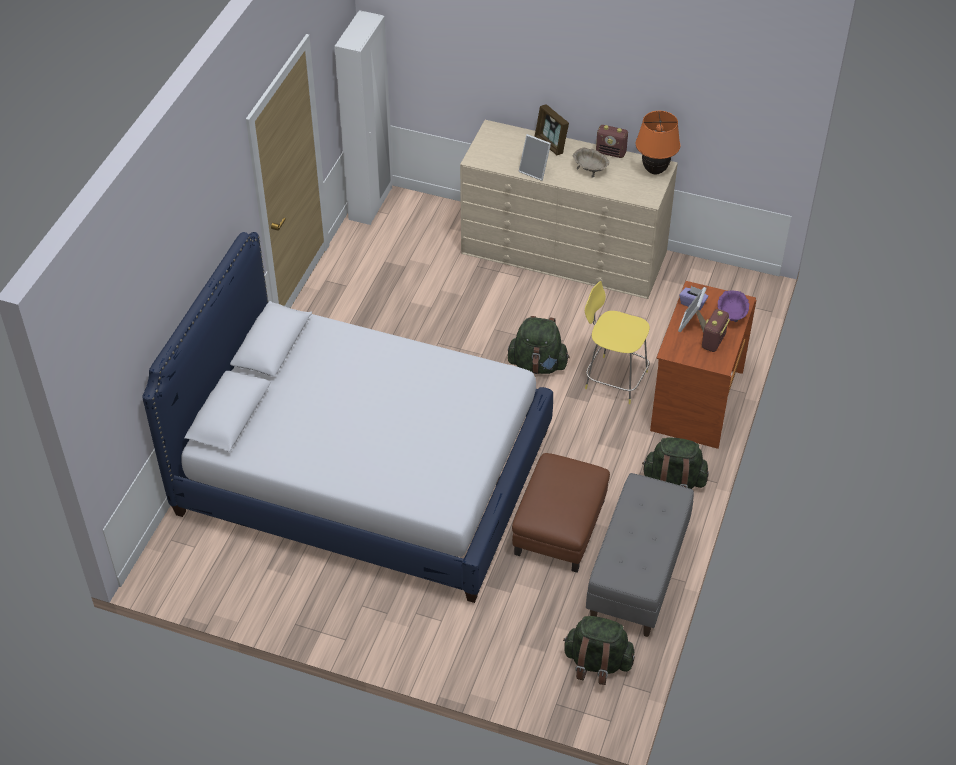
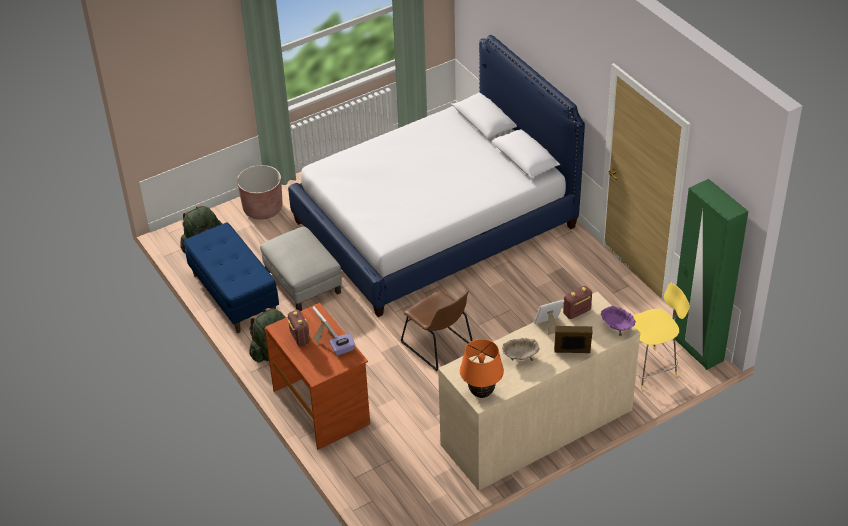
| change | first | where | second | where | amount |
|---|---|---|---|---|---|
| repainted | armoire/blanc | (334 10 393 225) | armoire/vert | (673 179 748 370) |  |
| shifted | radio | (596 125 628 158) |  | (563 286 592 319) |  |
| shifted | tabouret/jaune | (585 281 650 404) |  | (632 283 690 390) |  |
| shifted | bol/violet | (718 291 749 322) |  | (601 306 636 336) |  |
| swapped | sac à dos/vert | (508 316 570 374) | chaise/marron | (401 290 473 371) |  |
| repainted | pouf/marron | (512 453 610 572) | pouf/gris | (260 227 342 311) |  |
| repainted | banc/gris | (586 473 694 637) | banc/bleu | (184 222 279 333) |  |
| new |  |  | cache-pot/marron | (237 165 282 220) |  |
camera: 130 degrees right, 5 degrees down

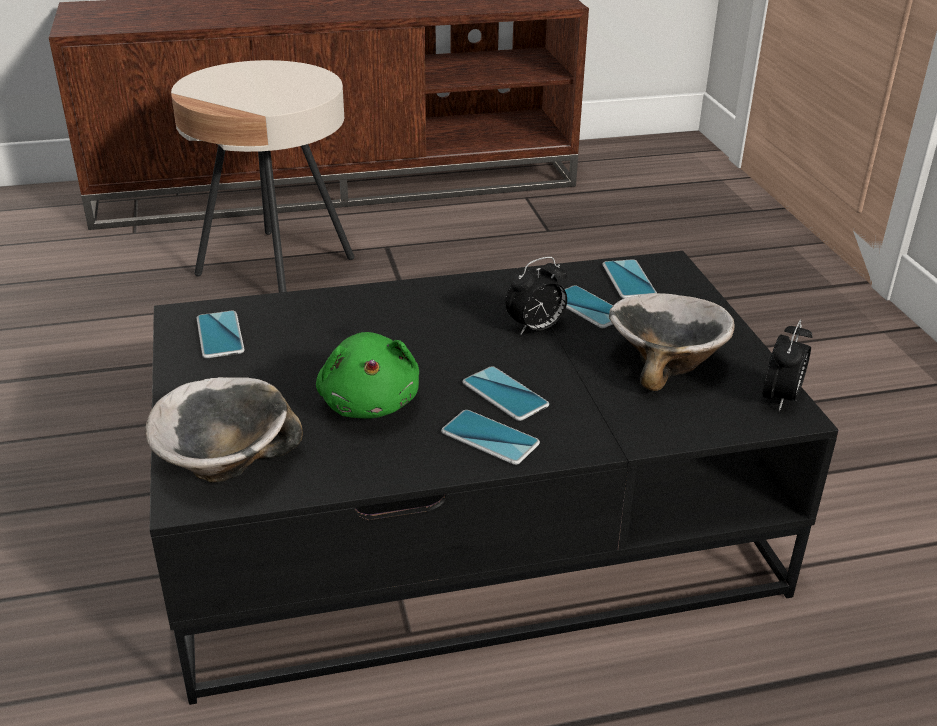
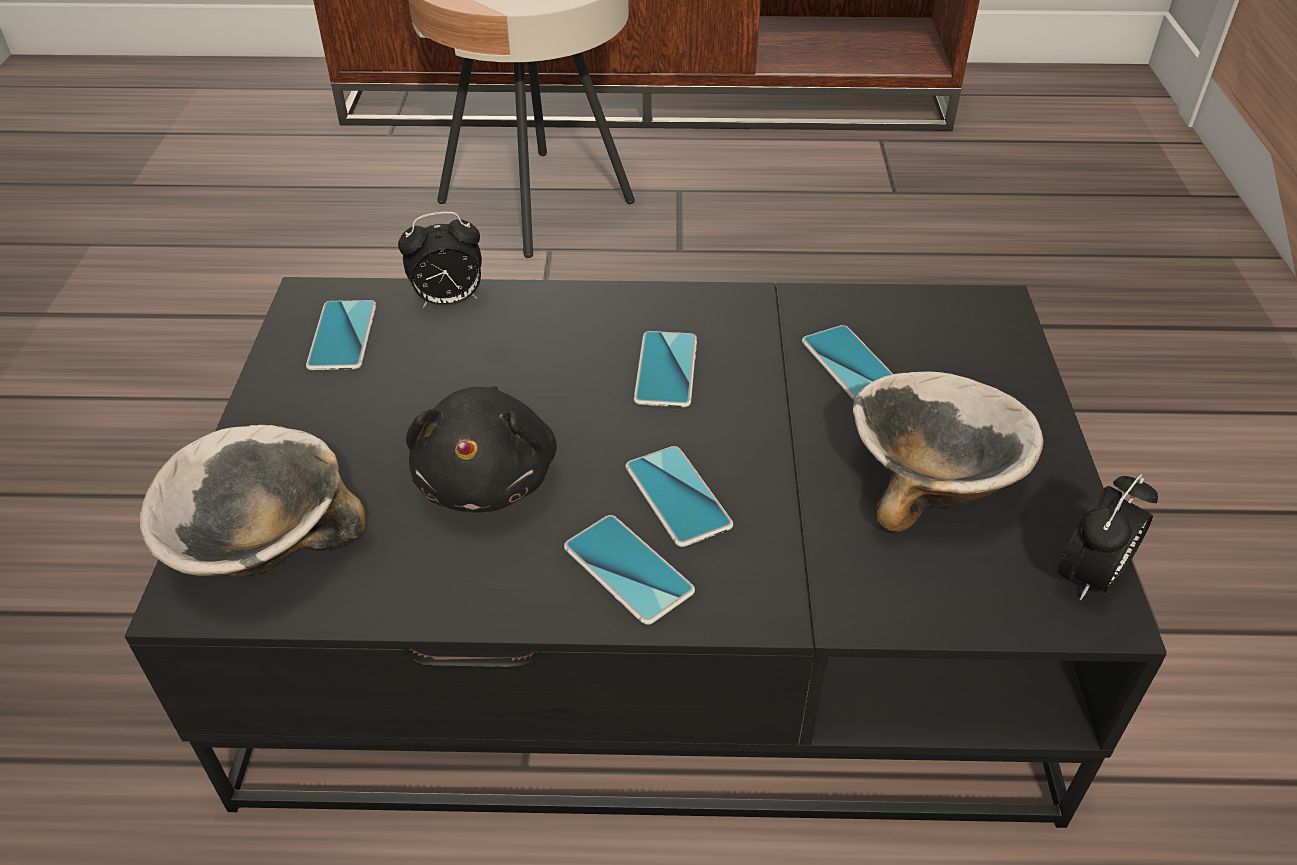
| change | first | where | second | where | amount |
|---|---|---|---|---|---|
| shifted | réveil | (505 257 567 335) |  | (398 212 482 308) |  |
| shifted | téléphone | (603 259 657 299) |  | (634 331 697 408) |  |
| repainted | peluche/vert | (316 332 419 418) | peluche/noir | (406 386 557 513) |  |
camera: 15 degrees right, 10 degrees up

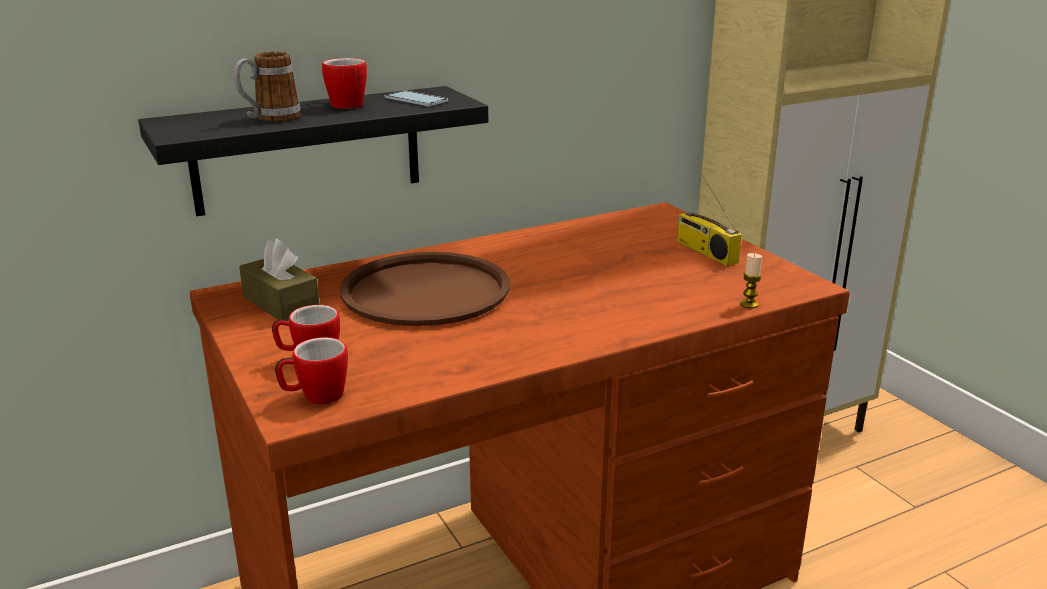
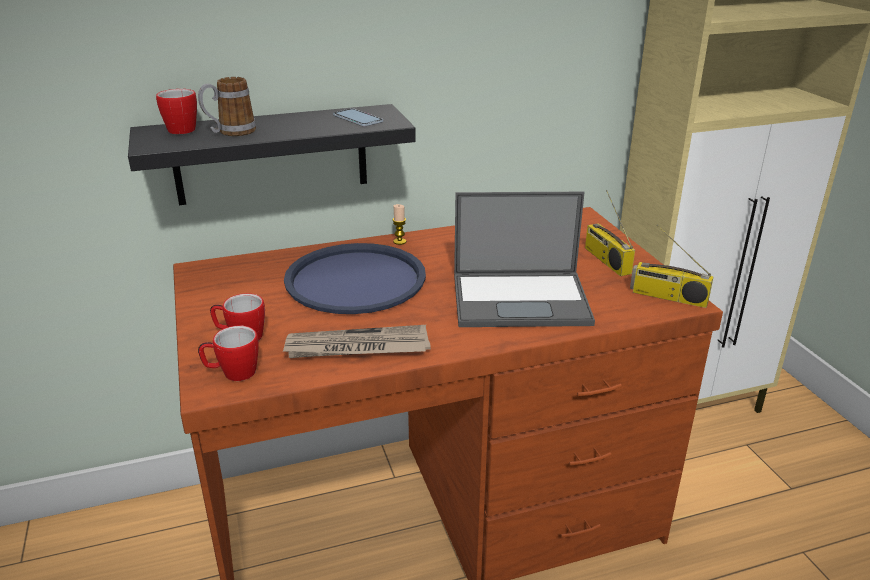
| change | first | where | second | where | amount |
|---|---|---|---|---|---|
| shifted | mug | (322 58 367 109) |  | (156 89 197 134) |  |
| gone | boîte à mouchoirs/marron | (239 239 320 320) |  |  |  |
| repainted | plateau/marron | (339 252 510 326) | plateau/bleu | (284 243 426 314) |  |
| shifted | bougie | (740 253 762 308) |  | (393 204 406 245) |  |
| new |  |  | ordinateur portable | (454 192 595 327) |  |
| new |  |  | radio | (630 225 714 308) |  |
| new |  |  | journal | (282 325 431 358) |  |
camera: 10 degrees right, 5 degrees up

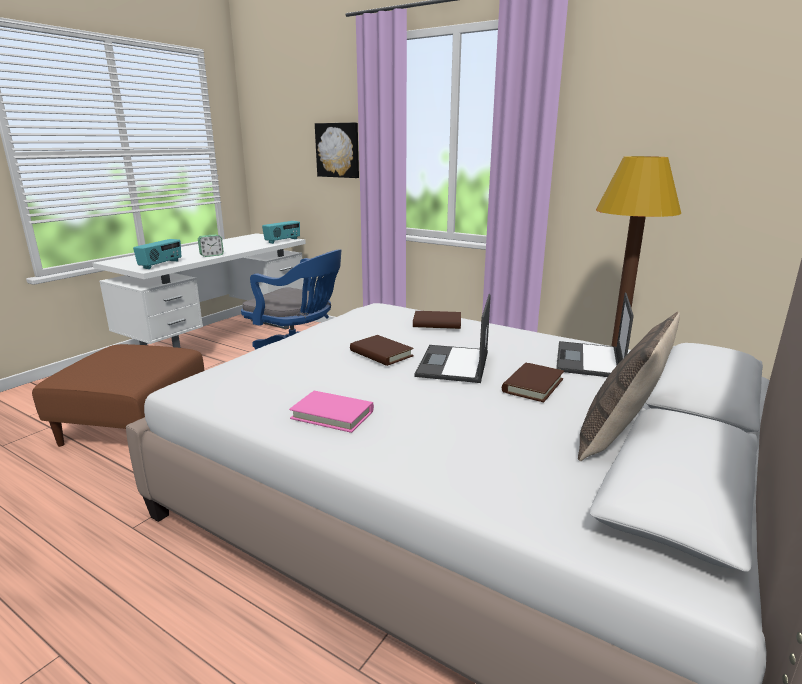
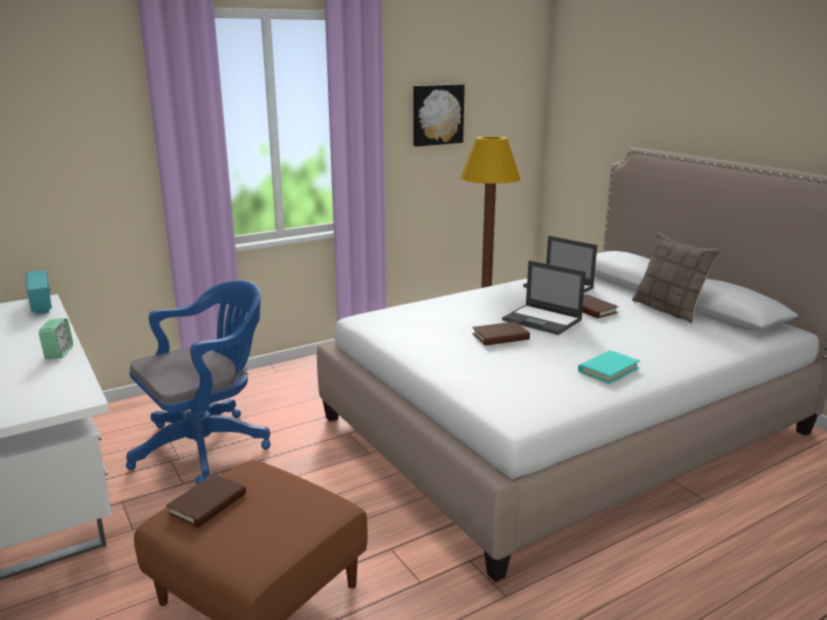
| change | first | where | second | where | amount |
|---|---|---|---|---|---|
| shifted | tableau | (315 123 359 178) |  | (414 84 465 147) |  |
| gone | radio | (133 239 181 269) |  |  |  |
| shifted | livre/marron | (413 311 461 329) |  | (166 473 246 528) |  |
| repainted | livre/rose | (289 391 374 433) | livre/turquoise | (578 350 640 384) |  |
camera: 65 degrees left, 0 degrees up

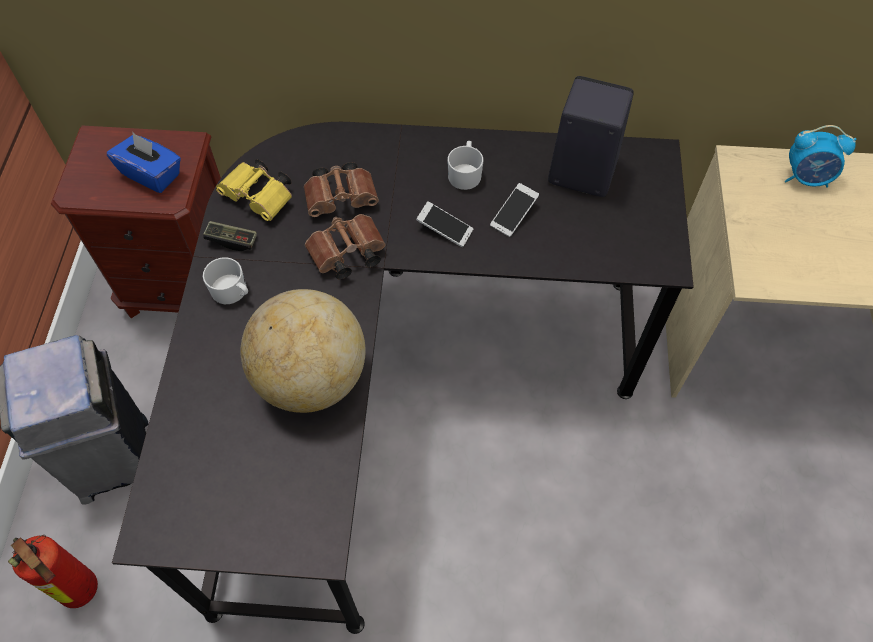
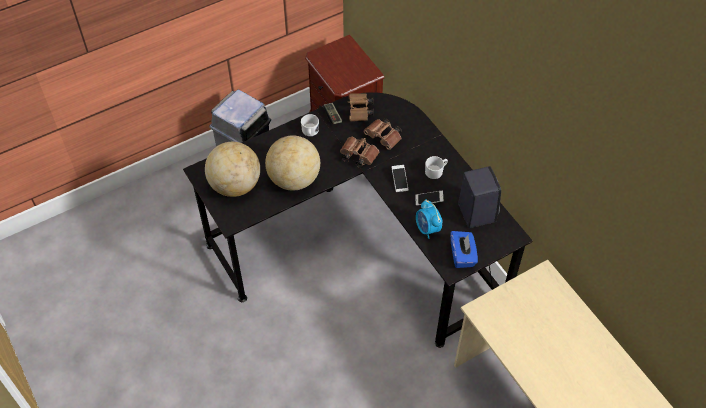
| change | first | where | second | where | amount |
|---|---|---|---|---|---|
| shifted | réveil | (785 125 857 188) |  | (416 199 442 239) |  |
| shifted | boîte à mouchoirs/bleu | (107 132 181 193) |  | (450 231 478 268) |  |
| repainted | jumelles/jaune | (216 159 292 221) | jumelles/marron | (348 94 374 121) |  |
| gone | extincteur | (8 535 98 608) |  |  |  |
| new |  |  | globe | (205 142 260 197) |  |
camera: 55 degrees right, 5 degrees down

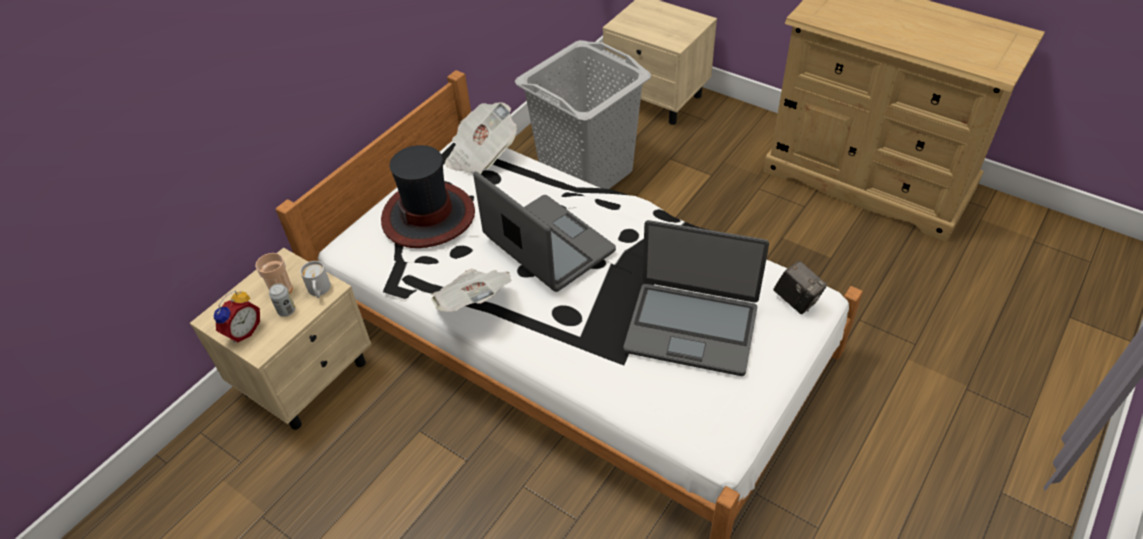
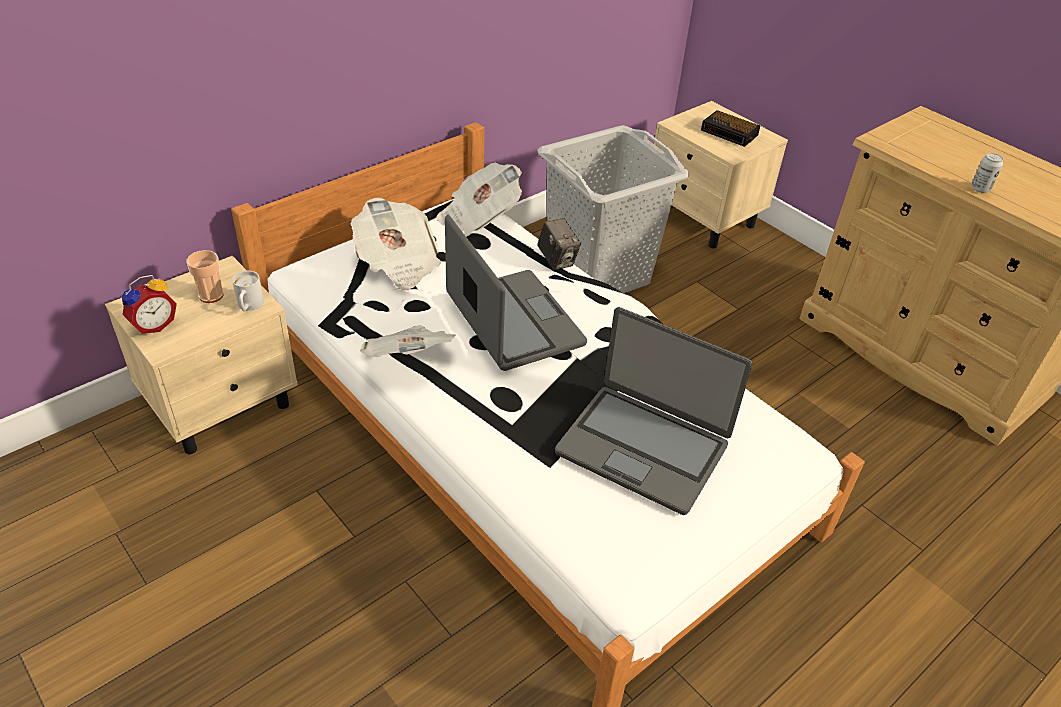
| change | first | where | second | where | amount |
|---|---|---|---|---|---|
| swapped | chapeau | (381 145 475 248) | journal | (351 197 441 290) |  |
| shifted | appareil photo | (773 261 827 314) |  | (537 218 581 270) |  |
| shifted | boîte métallique | (269 283 295 317) |  | (971 153 1003 193) |  |
| new |  |  | réveil | (701 110 760 147) |  |
camera: 10 degrees right, 5 degrees down

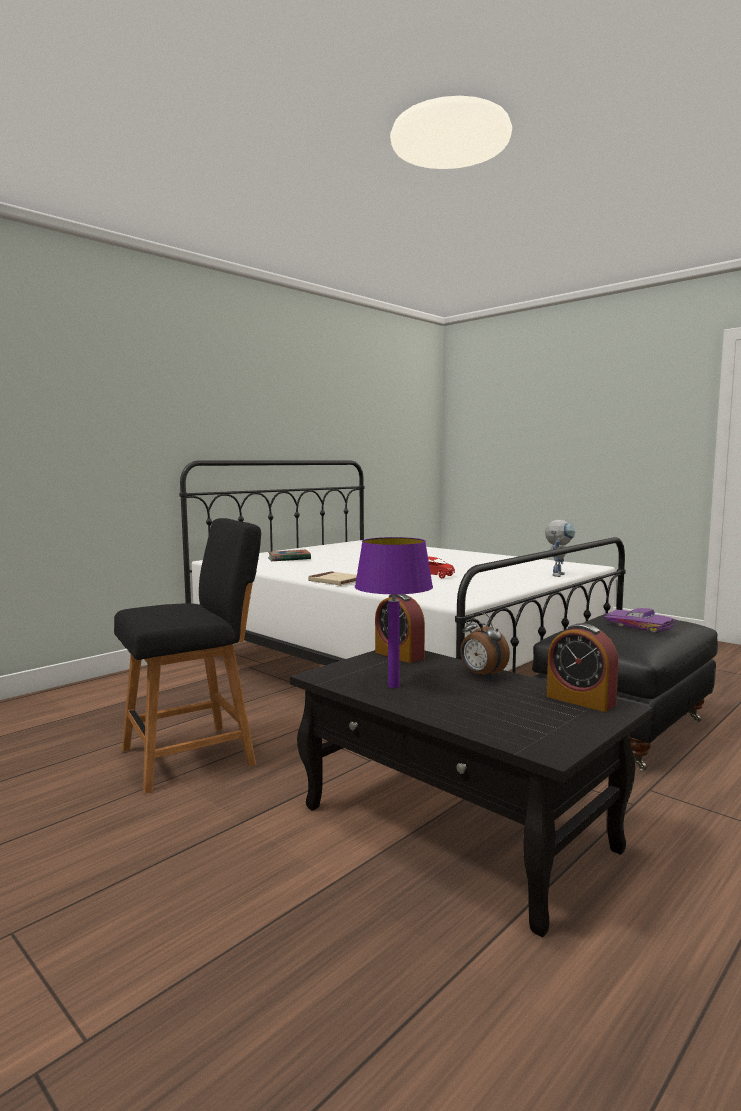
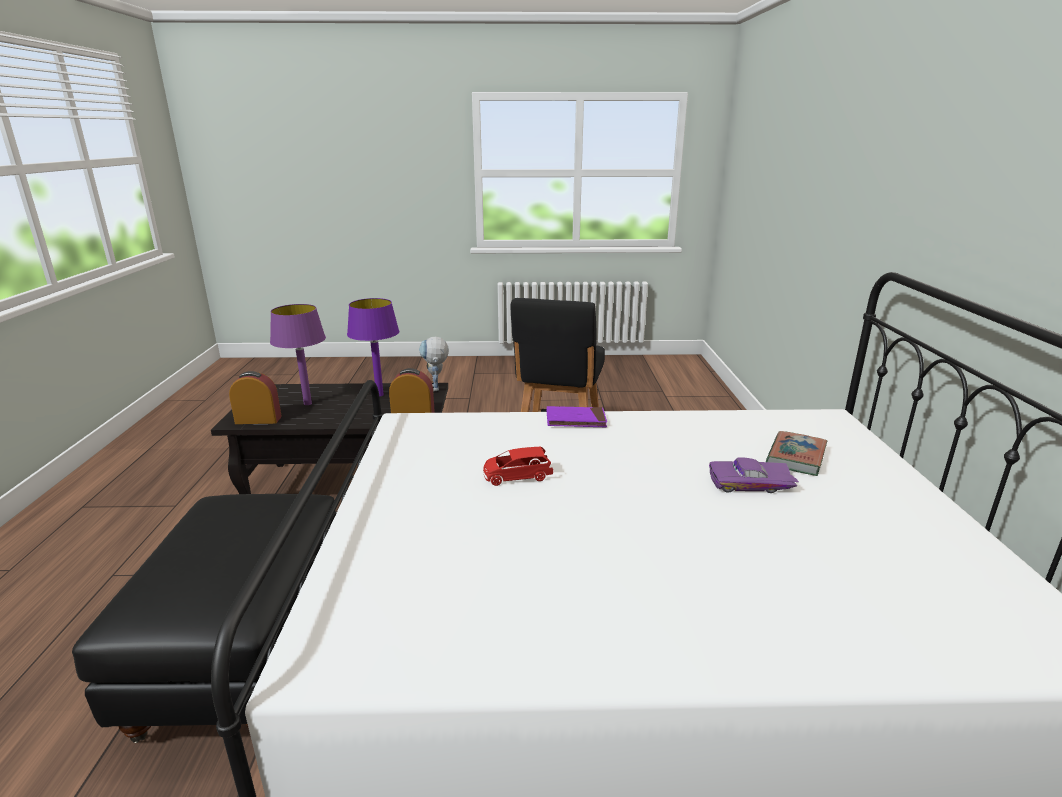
| change | first | where | second | where | amount |
|---|---|---|---|---|---|
| shifted | robot jouet | (545 520 575 577) |  | (419 337 449 392) |  |
| repainted | livre/beige | (308 571 357 586) | livre/violet | (547 406 607 427) |  |
| shifted | petite voiture/violet | (603 608 675 633) |  | (709 457 799 493) |  |
| gone | réveil | (460 613 510 679) |  |  |  |
| new |  |  | lampe de table/violet | (270 304 326 405) |  |
camera: 135 degrees right, 15 degrees up

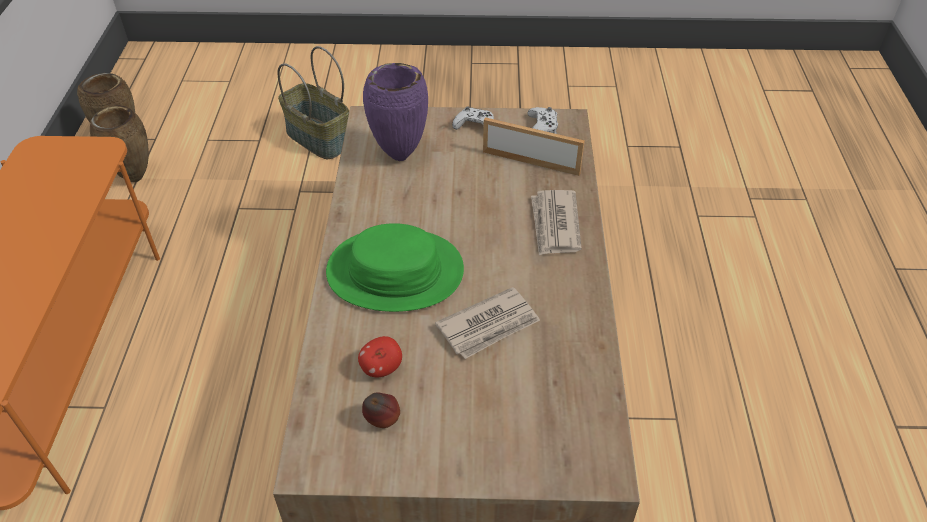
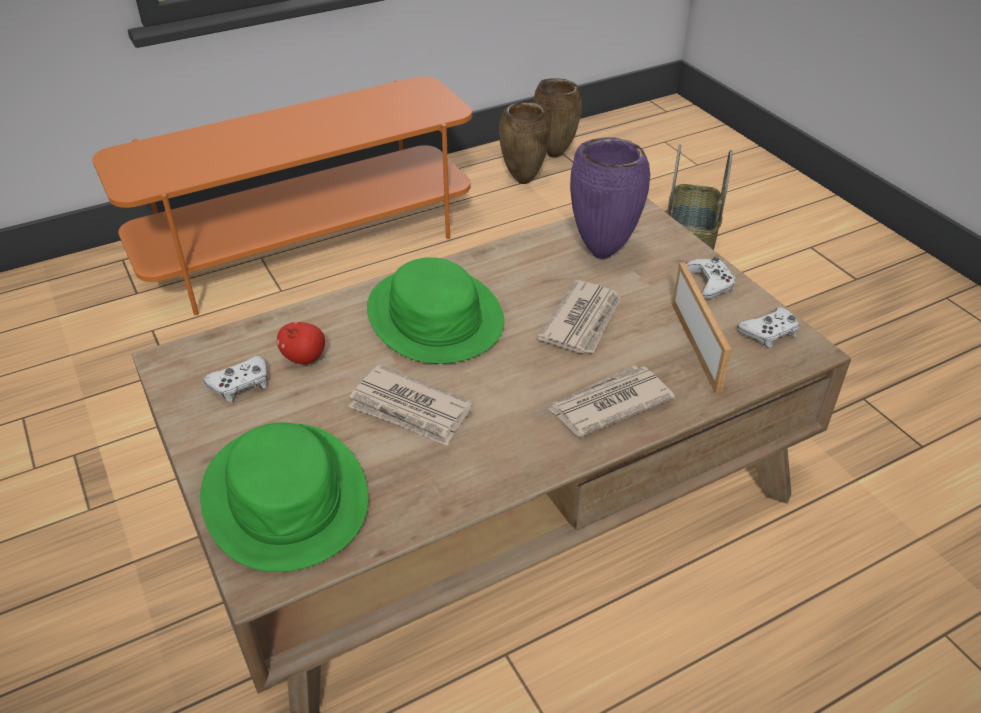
| change | first | where | second | where | amount |
|---|---|---|---|---|---|
| swapped | pomme | (362 392 400 428) | manette/blanc | (204 356 267 402) |  |
| new |  |  | journal | (537 280 620 354) |  |
| new |  |  | chapeau/vert | (200 422 368 572) |  |
camera: 60 degrees right, 5 degrees down

